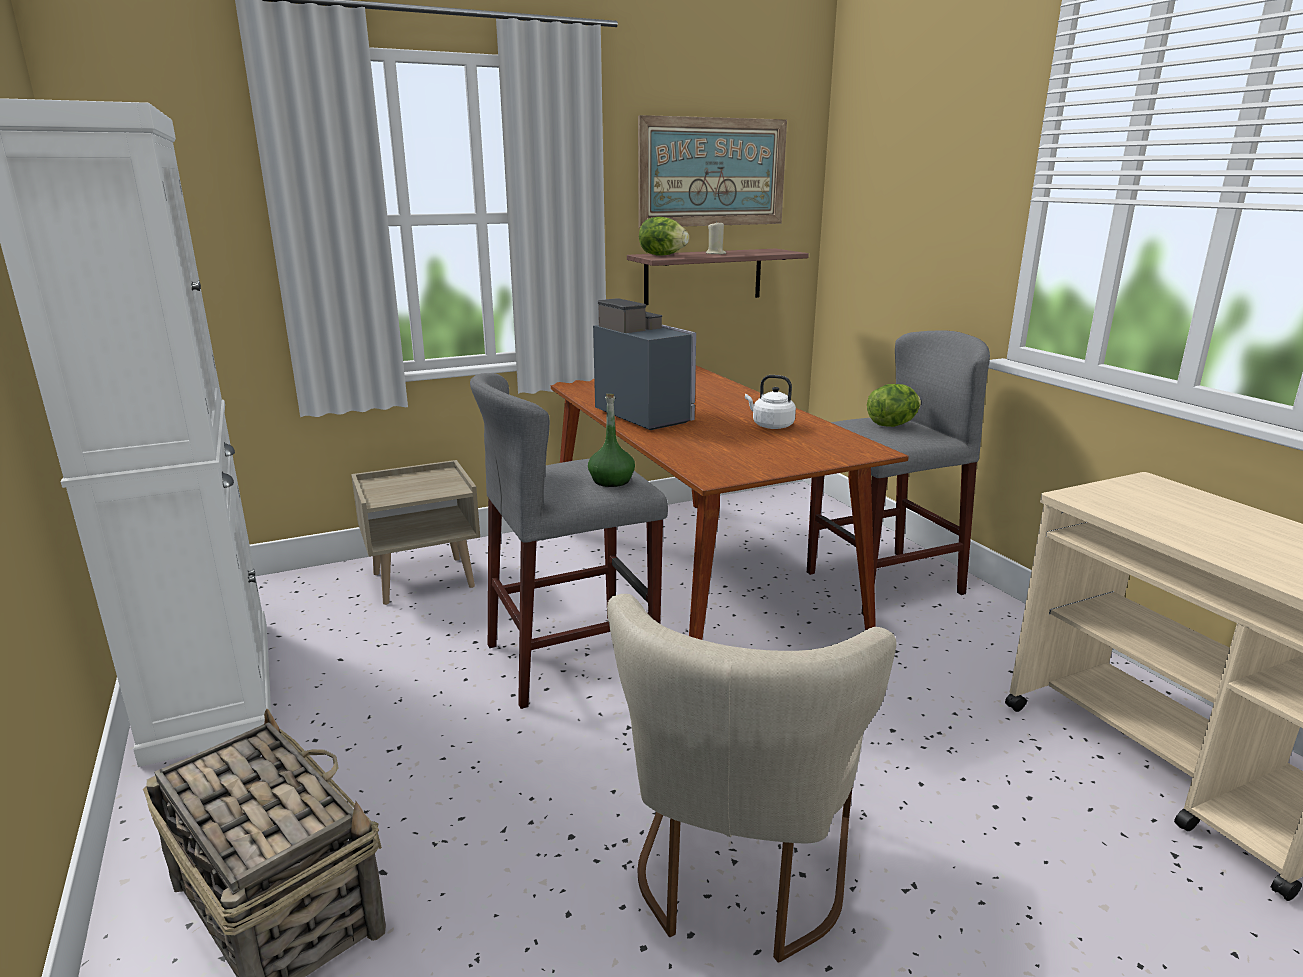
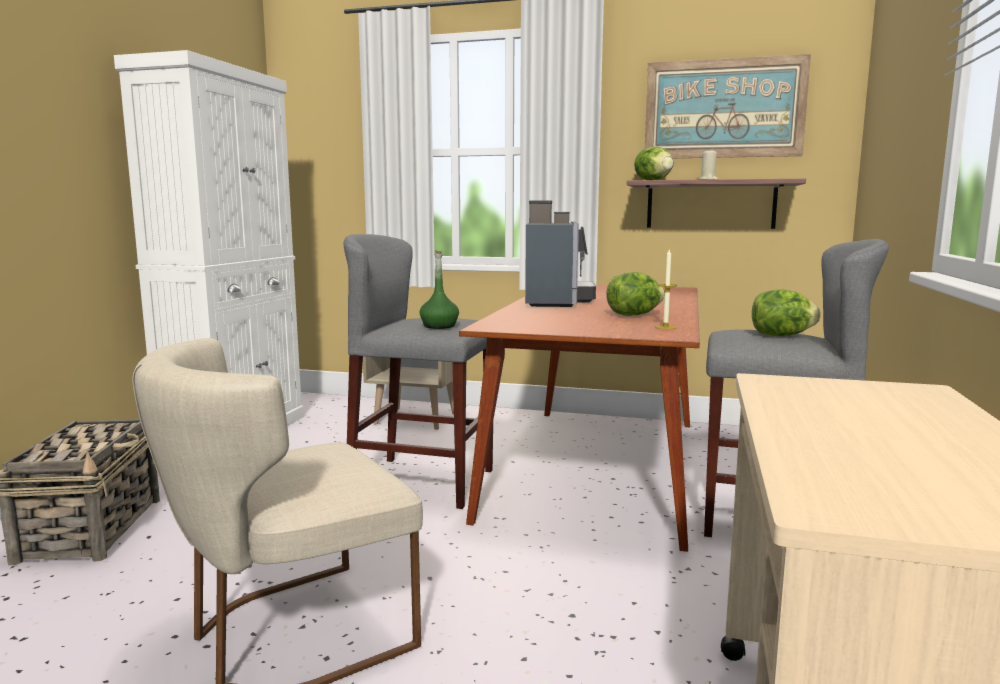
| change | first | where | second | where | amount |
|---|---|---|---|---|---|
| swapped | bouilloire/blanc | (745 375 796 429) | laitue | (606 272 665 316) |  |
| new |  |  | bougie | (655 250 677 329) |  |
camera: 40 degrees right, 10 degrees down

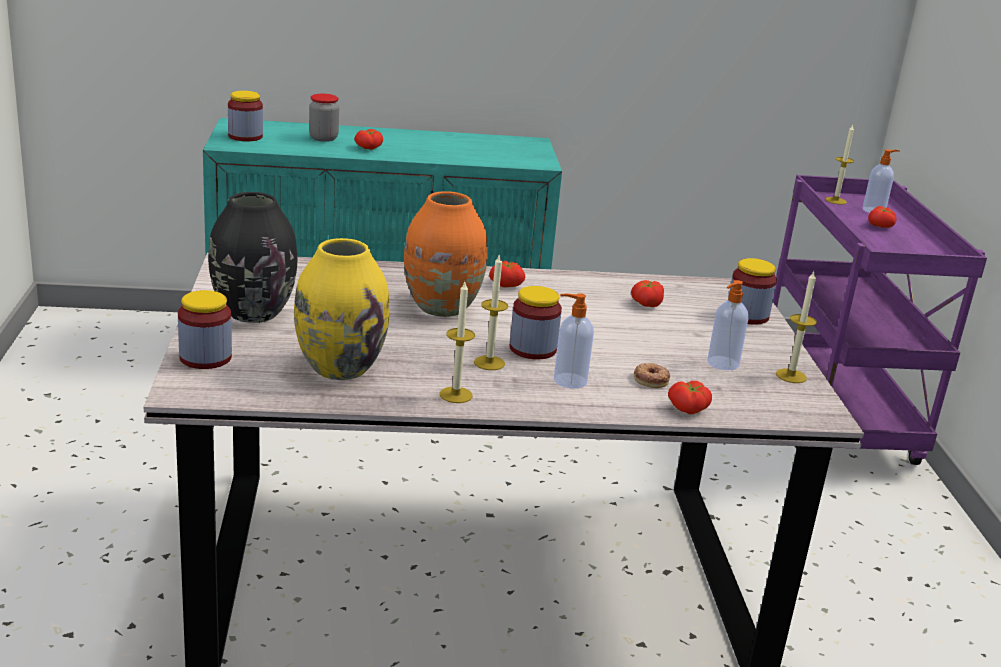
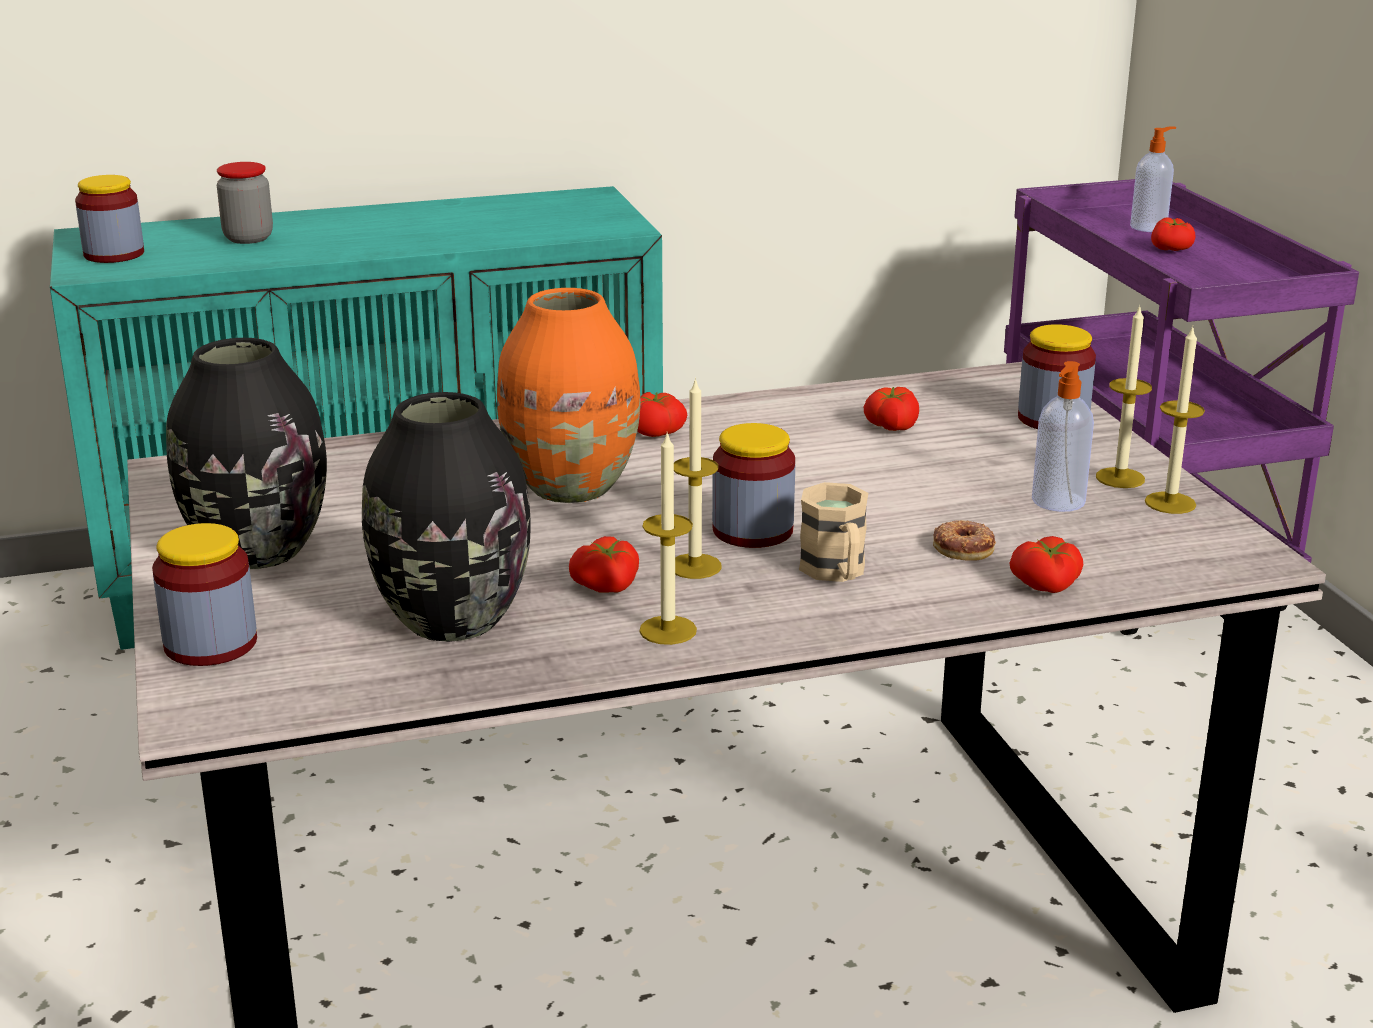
| change | first | where | second | where | amount |
|---|---|---|---|---|---|
| shifted | bougie | (825 125 854 204) |  | (1096 305 1152 488) |  |
| shifted | tomate | (354 129 383 150) |  | (569 536 639 593) |  |
| repainted | vase/jaune | (294 238 390 380) | vase/noir | (362 392 530 642) |  |
| swapped | distributeur de savon | (554 293 594 389) | mug/beige | (799 482 868 582) |  |
camera: 10 degrees left, 0 degrees up

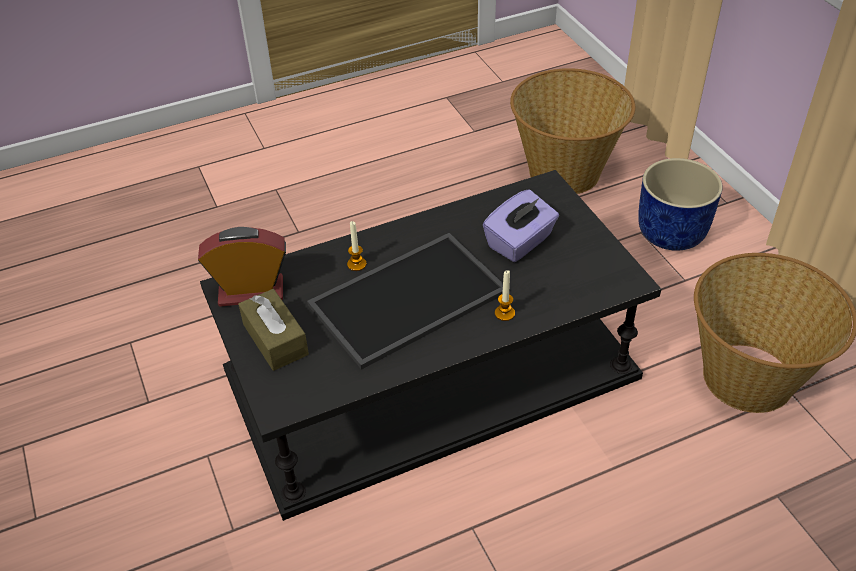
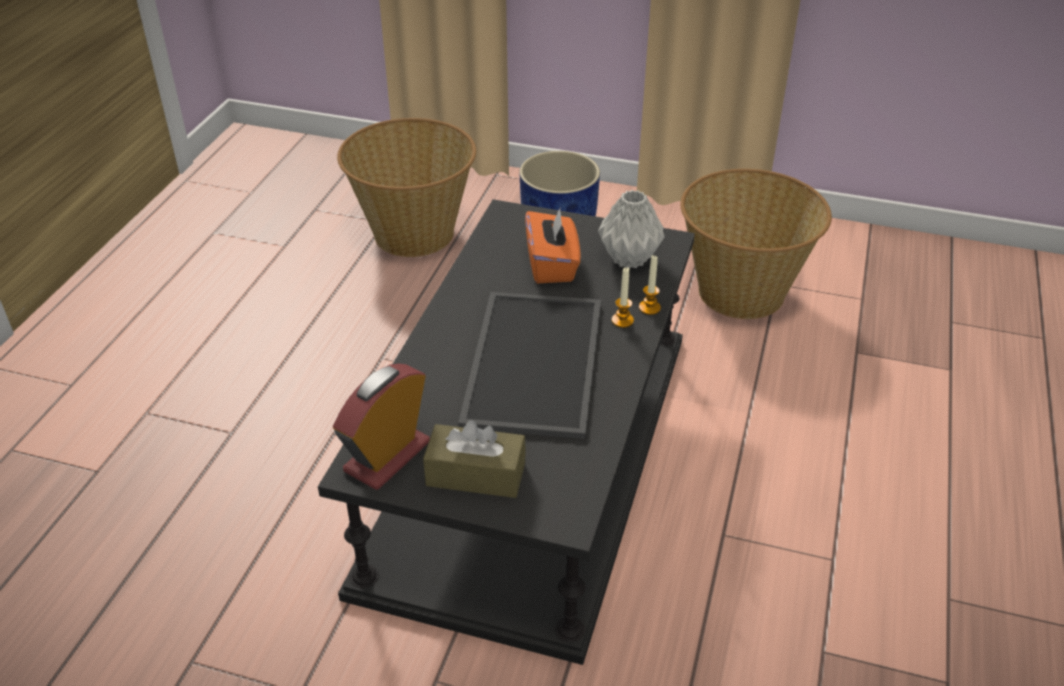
| change | first | where | second | where | amount |
|---|---|---|---|---|---|
| repainted | boîte à mouchoirs/violet | (483 189 559 262) | boîte à mouchoirs/orange | (525 206 581 283) |  |
| shifted | bougie | (347 221 367 271) |  | (639 255 661 315) |  |
| new |  |  | vase/gris | (598 190 664 268) |  |
camera: 50 degrees left, 5 degrees down

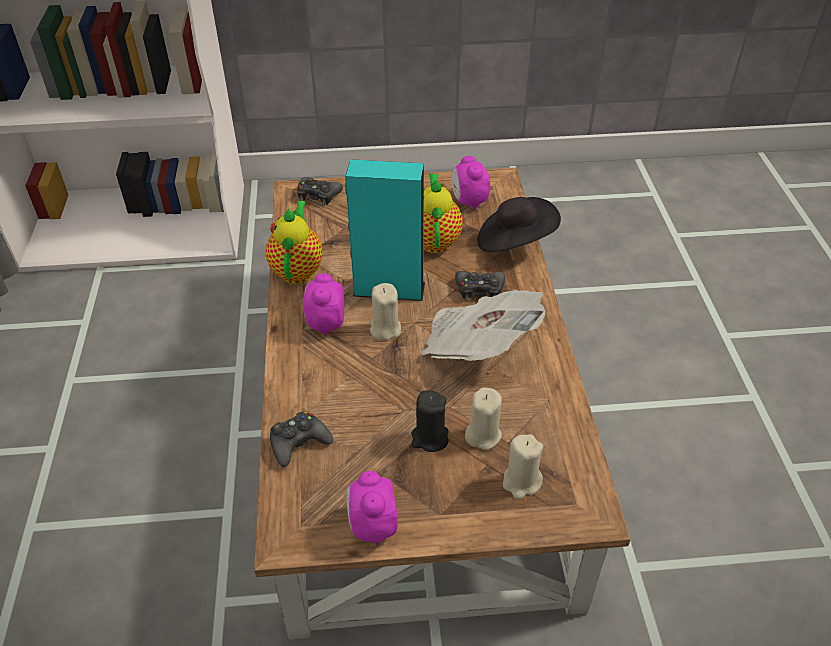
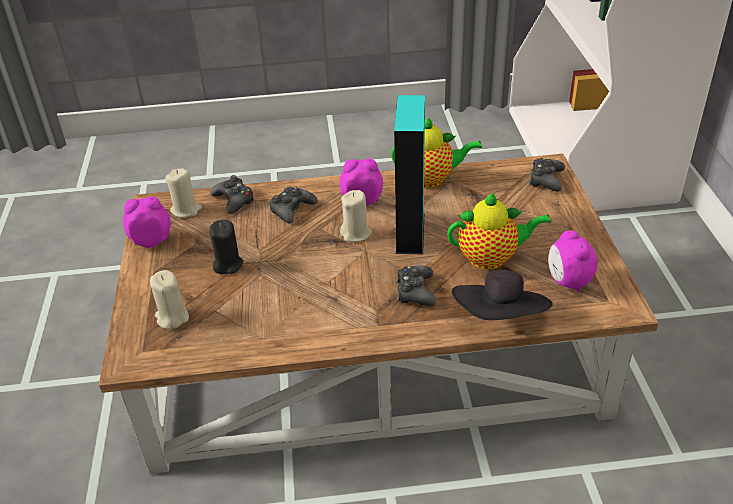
| change | first | where | second | where | amount |
|---|---|---|---|---|---|
| rotated | réveil | (452 156 490 210) |  | (548 230 598 292) | 90 degrees counterclockwise |
| gone | journal | (421 289 546 361) |  |  |  |
| shifted | bougie/beige | (465 387 502 450) |  | (165 169 202 218) |  |
| new |  |  | manette/noir | (270 186 318 224) |  |
camera: 90 degrees right, 5 degrees down

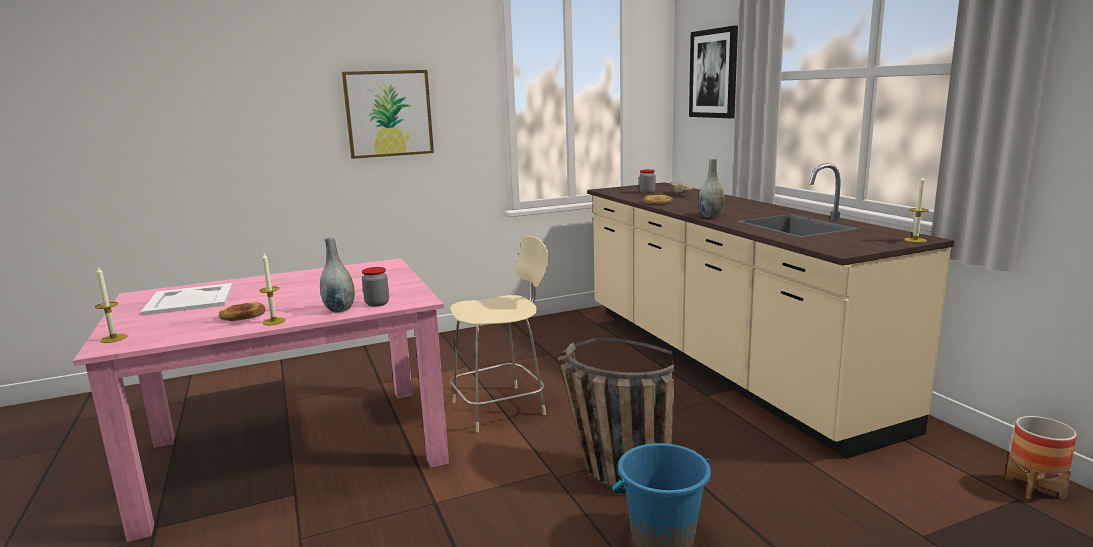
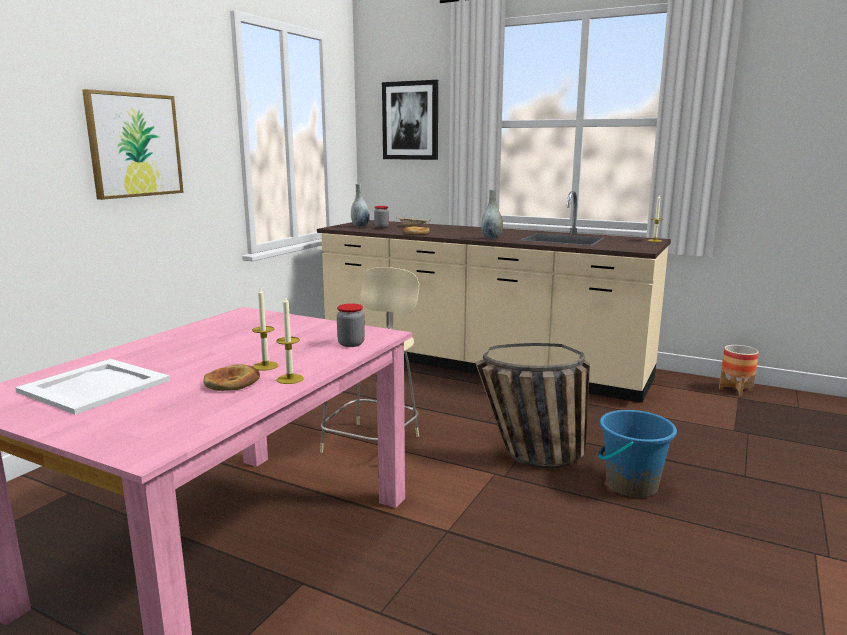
| change | first | where | second | where | amount |
|---|---|---|---|---|---|
| shifted | vase/gris | (320 237 355 313) |  | (351 184 370 227) |  |
| shifted | bougie | (95 267 127 343) |  | (252 287 279 371) |  |
camera: 40 degrees left, 0 degrees up

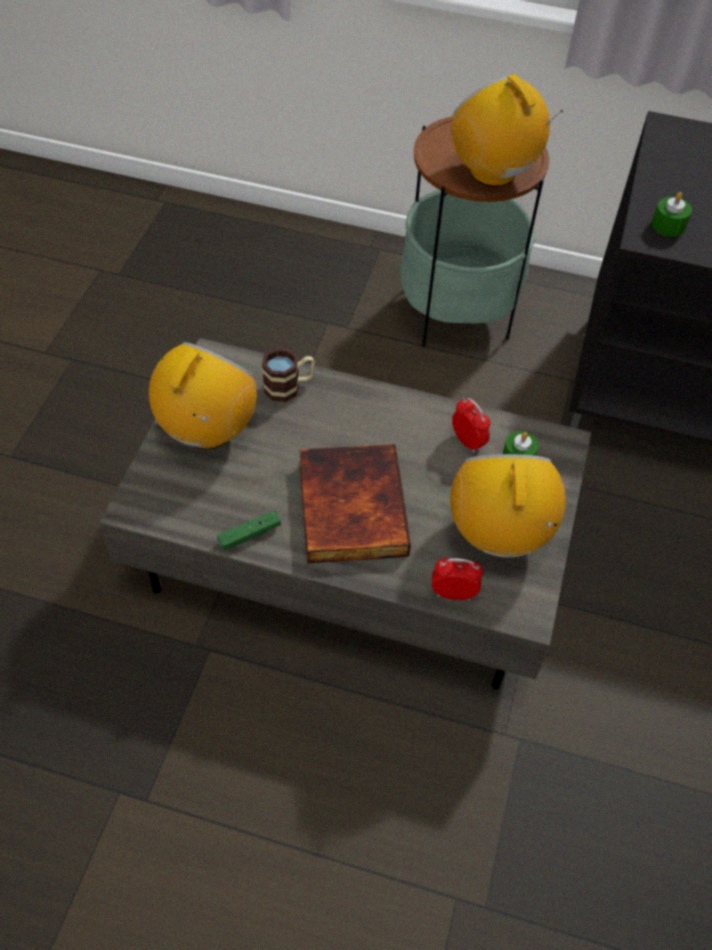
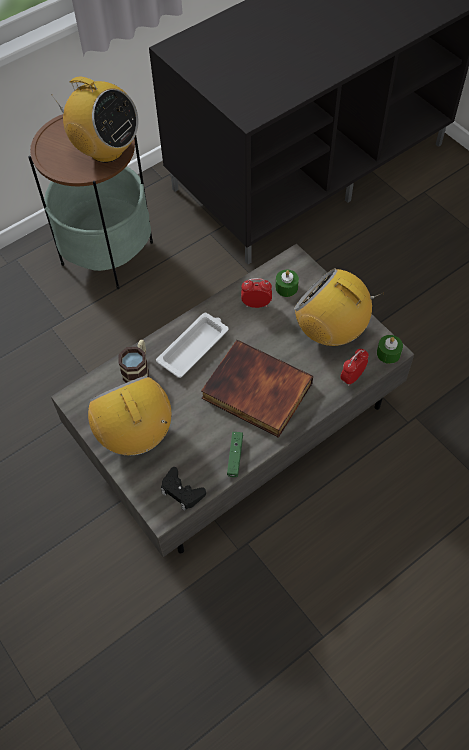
| change | first | where | second | where | amount |
|---|---|---|---|---|---|
| rotated | radio | (452 74 563 187) |  | (52 77 139 163) | 150 degrees counterclockwise |
| shifted | bougie/vert | (652 192 692 237) |  | (377 335 403 364) |  |
| new |  |  | plateau/blanc | (156 313 228 378) |  |
| new |  |  | manette/noir | (161 467 206 511) |  |
camera: 50 degrees left, 5 degrees up

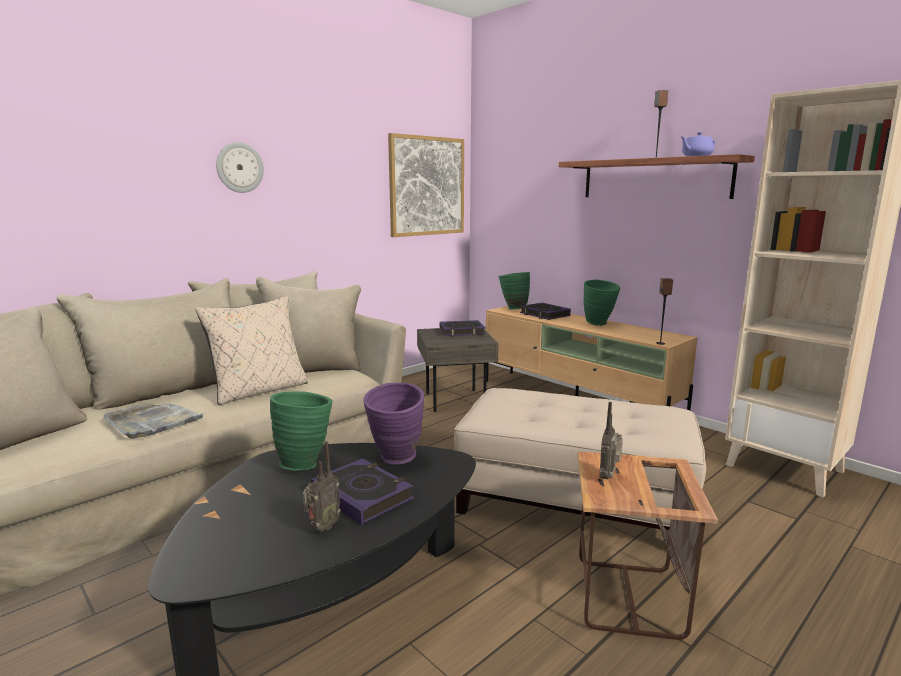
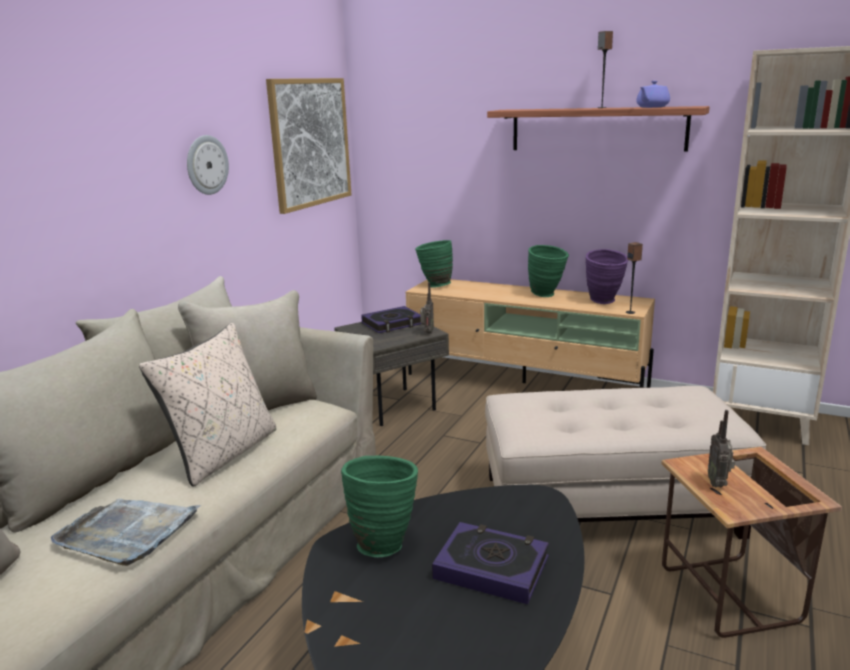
| change | first | where | second | where | amount |
|---|---|---|---|---|---|
| shifted | horloge murale | (216 142 264 193) |  | (187 135 229 195) |  |
| gone | livre | (520 303 571 320) |  |  |  |
| shifted | vase/violet | (363 383 424 464) |  | (586 249 628 304) |  |
| shifted | radio | (303 441 341 532) |  | (420 282 434 334) |  |
camera: 20 degrees left, 5 degrees up

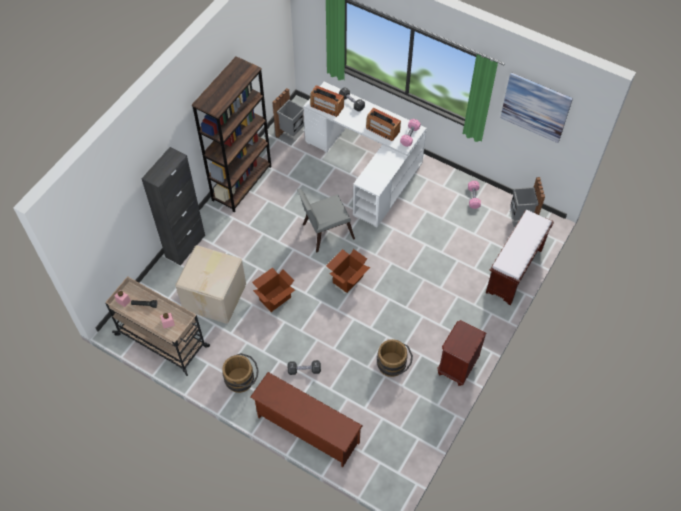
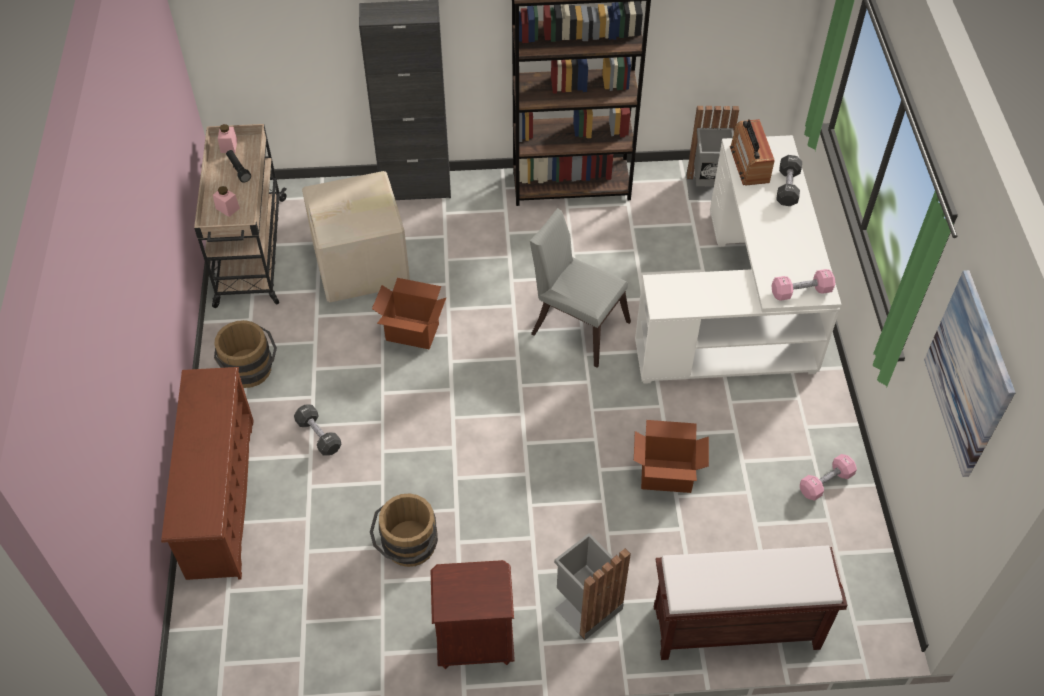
| change | first | where | second | where | amount |
|---|---|---|---|---|---|
| gone | radio | (366 107 401 141) |  |  |  |
| shifted | poubelle/gris | (510 177 545 228) |  | (554 533 631 640) |  |
| shifted | carton | (326 249 370 293) |  | (634 420 709 493) |  |
camera: 55 degrees right, 5 degrees down

